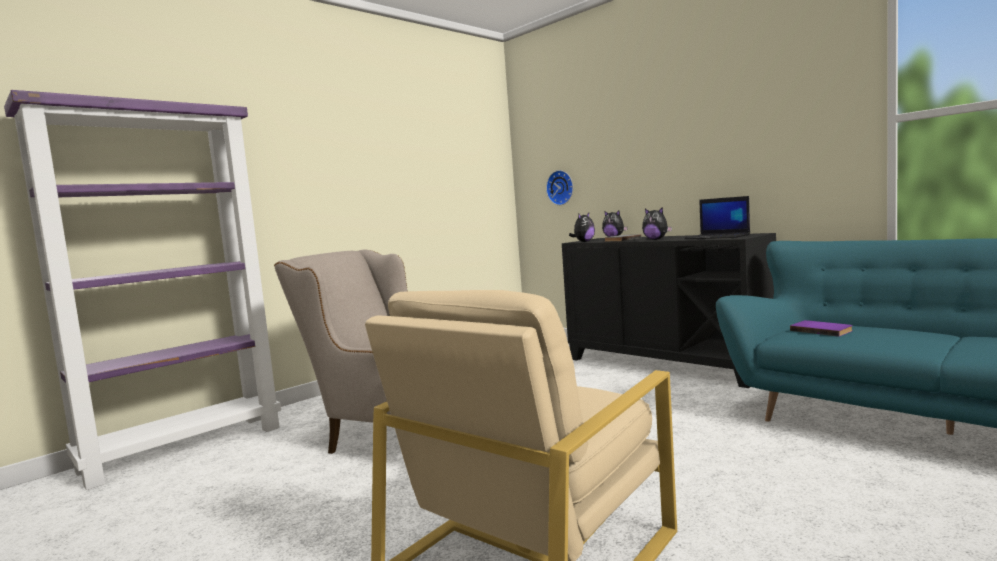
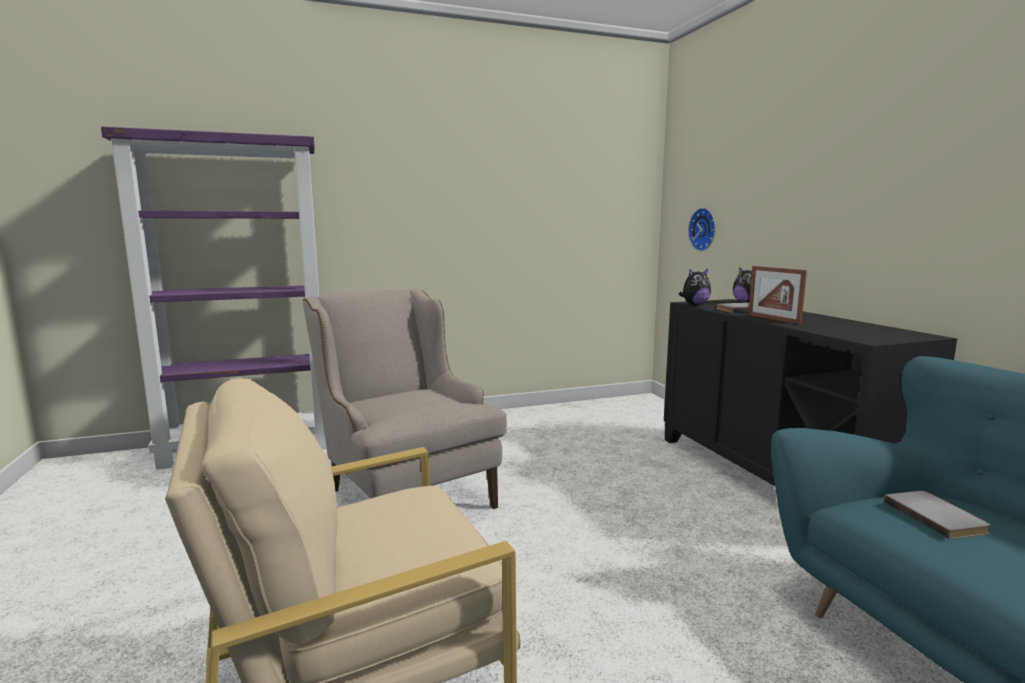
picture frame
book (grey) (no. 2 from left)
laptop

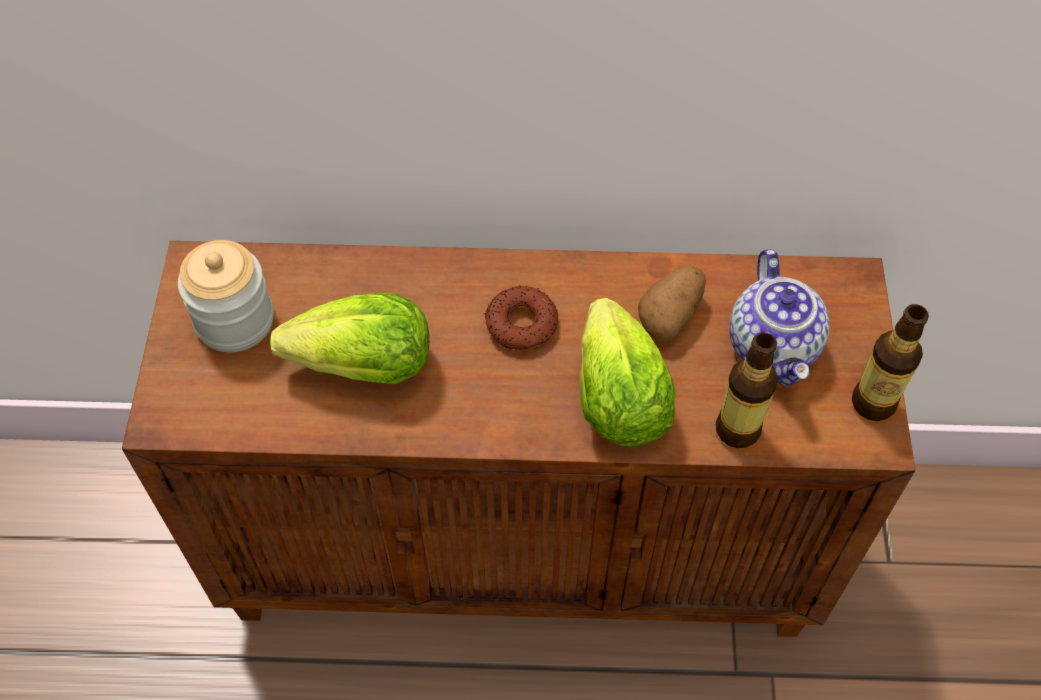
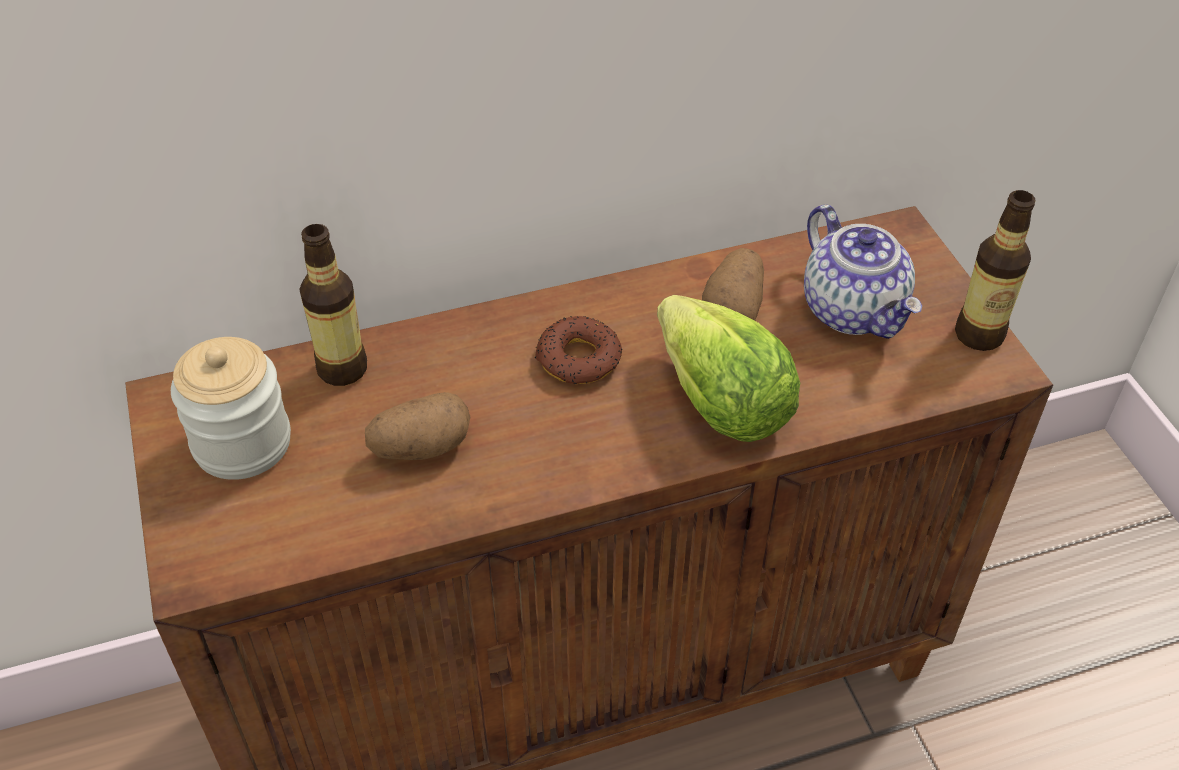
bottle (no. 1 from left)
potato (no. 1 from left)

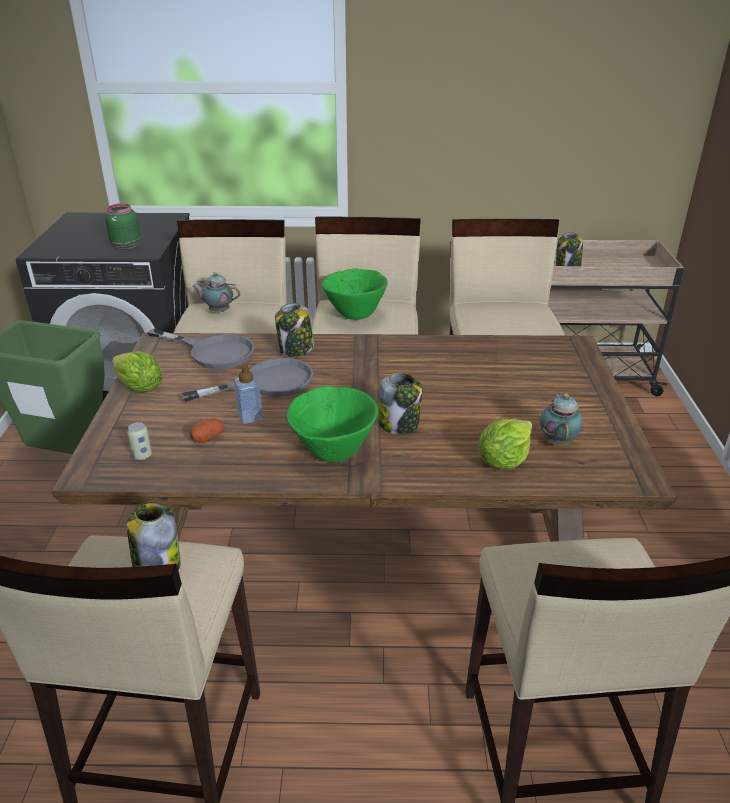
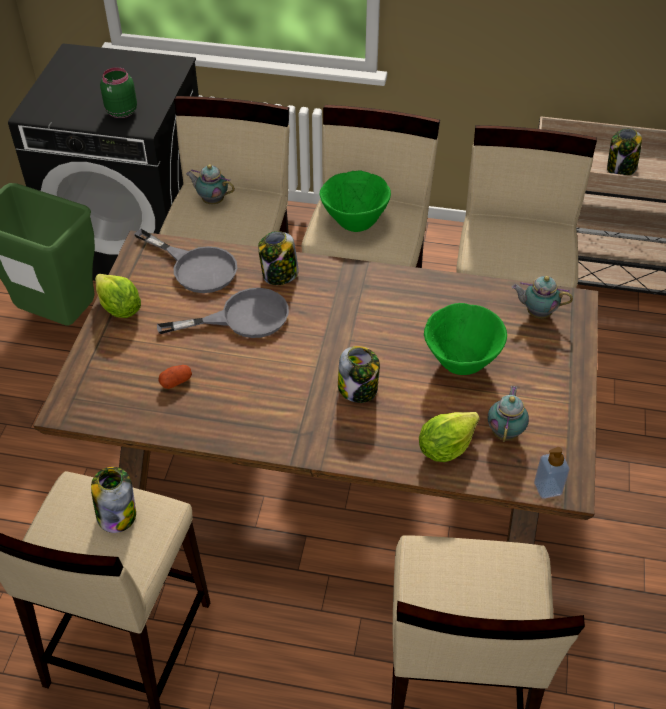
bowl (green) (no. 2 from left)
teapot (no. 3 from left)
soap dispenser
can

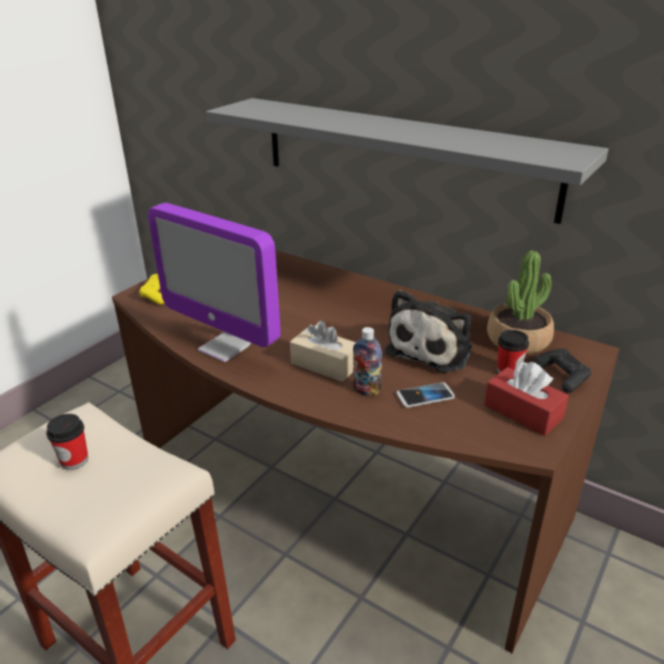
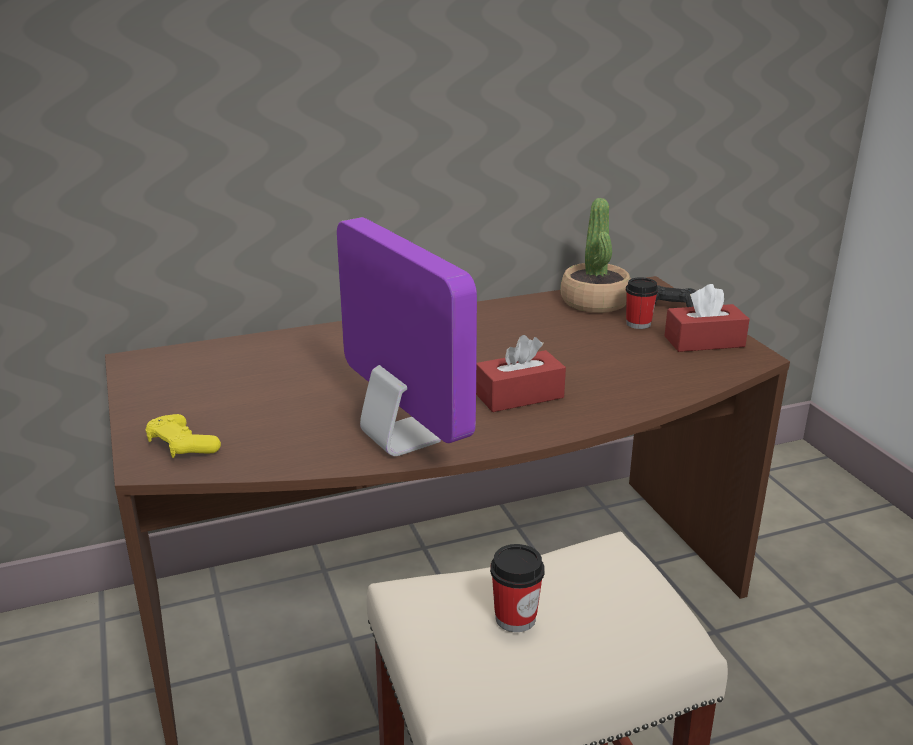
monitor
tissue box (red) (no. 1 from left)
shelf (grey)
bottle
plush toy
phone

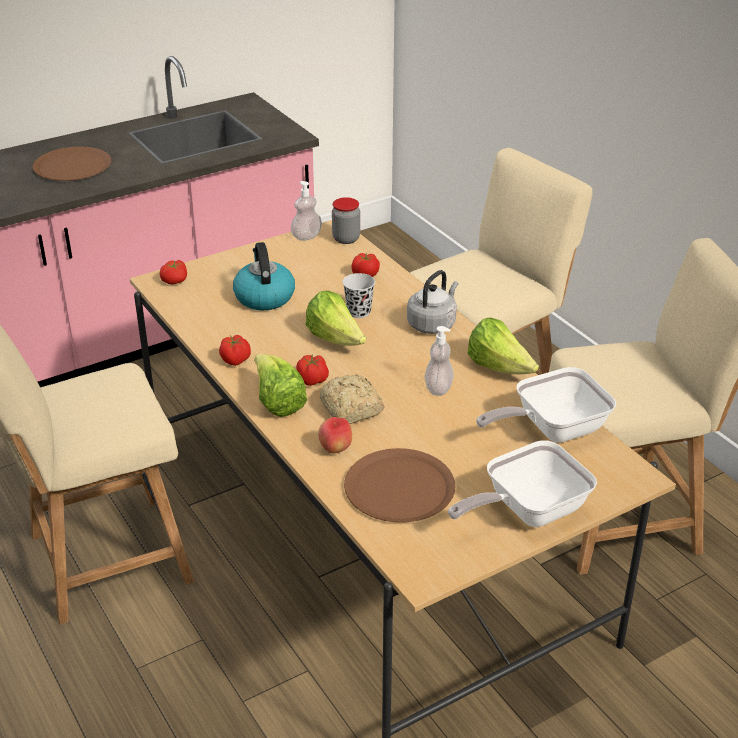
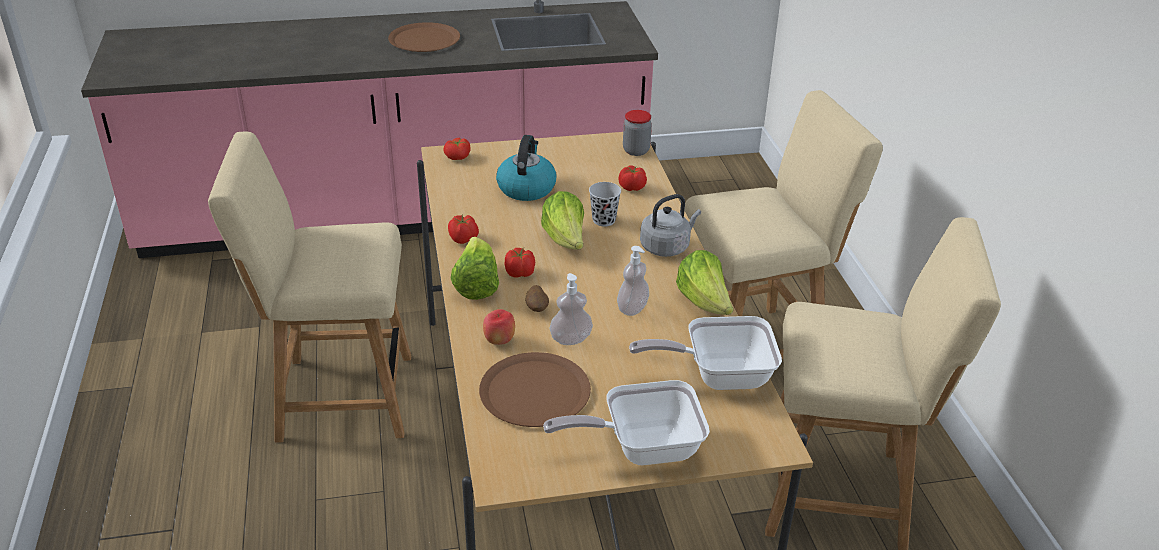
potato
soap dispenser (no. 1 from left)

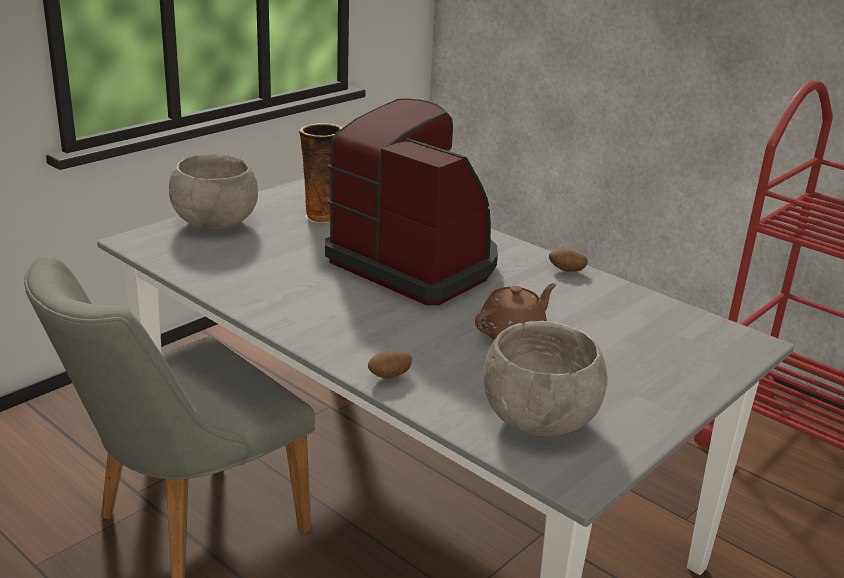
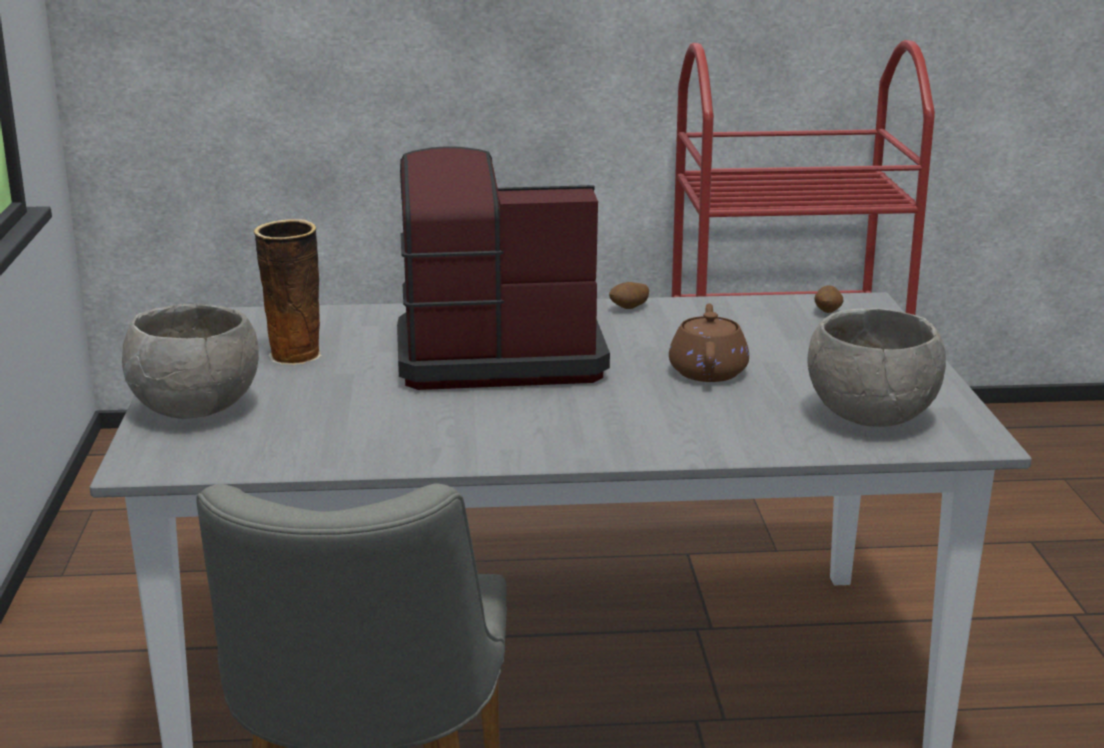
potato (no. 2 from left)

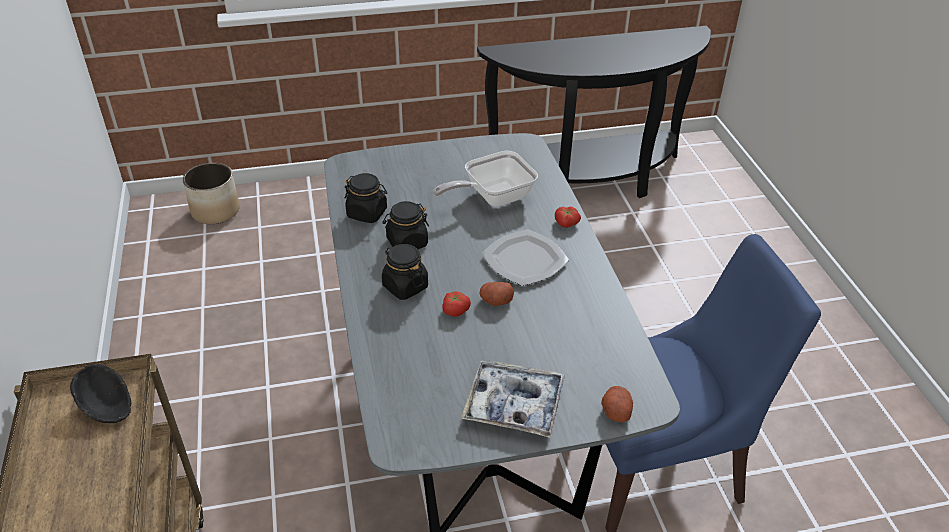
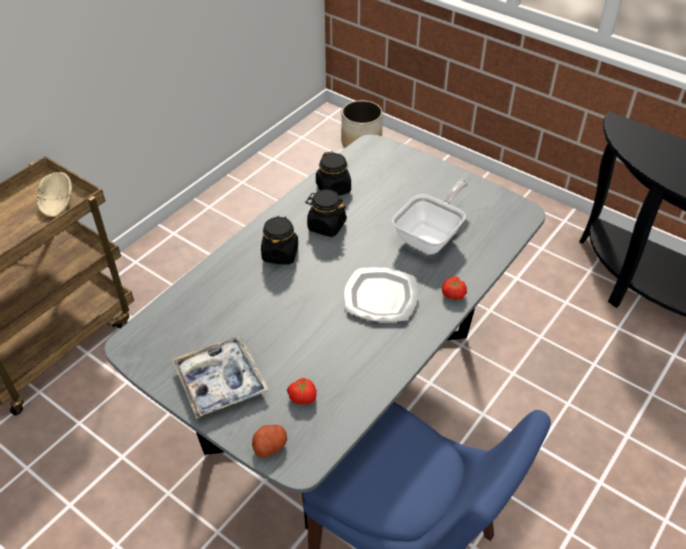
bowl (beige)
tomato (no. 1 from left)
frying pan
potato (no. 1 from left in the first image)

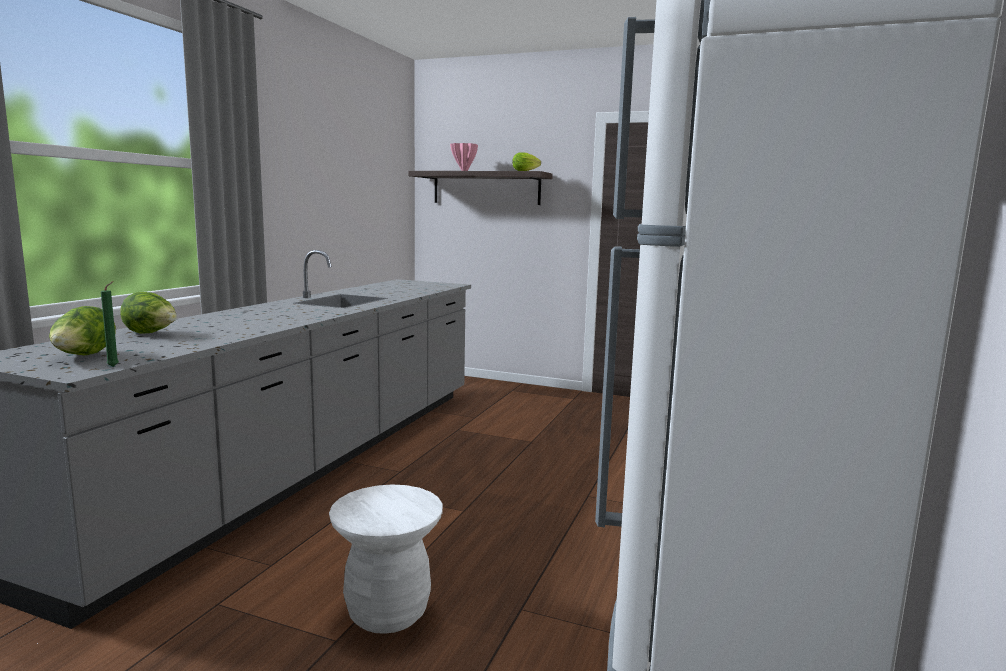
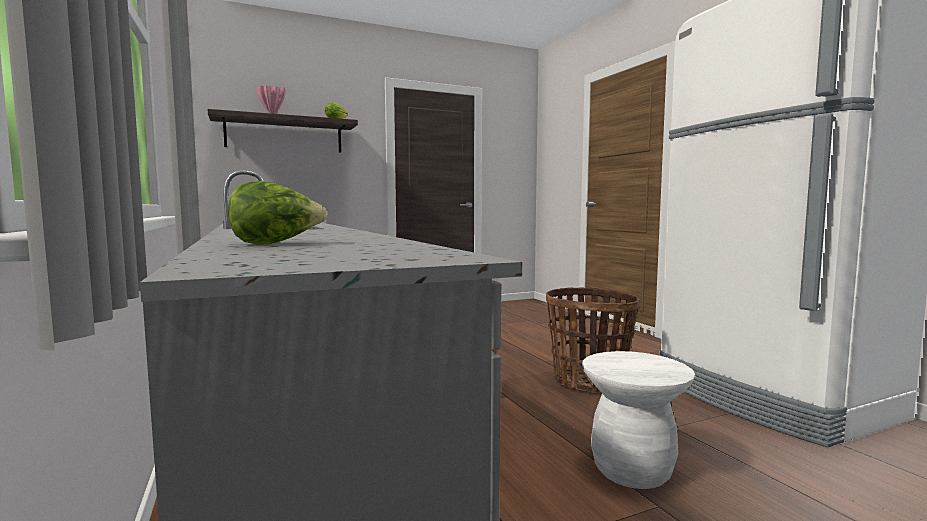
basket
lettuce (no. 1 from left in the first image)
candle (green)

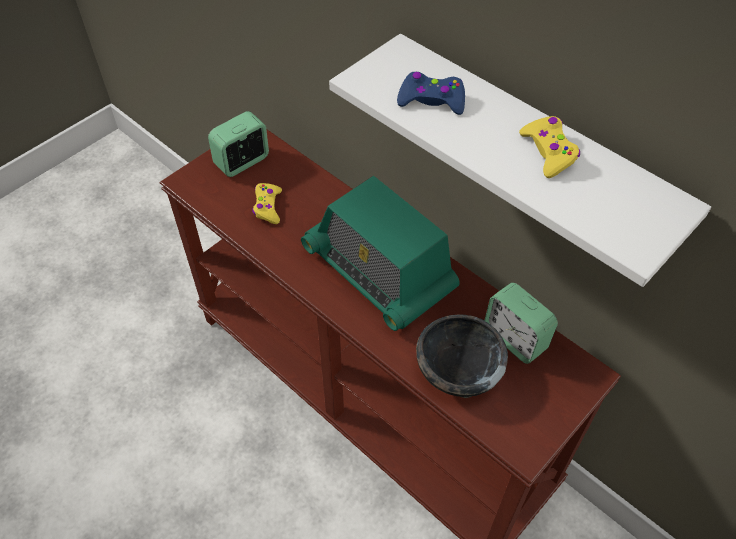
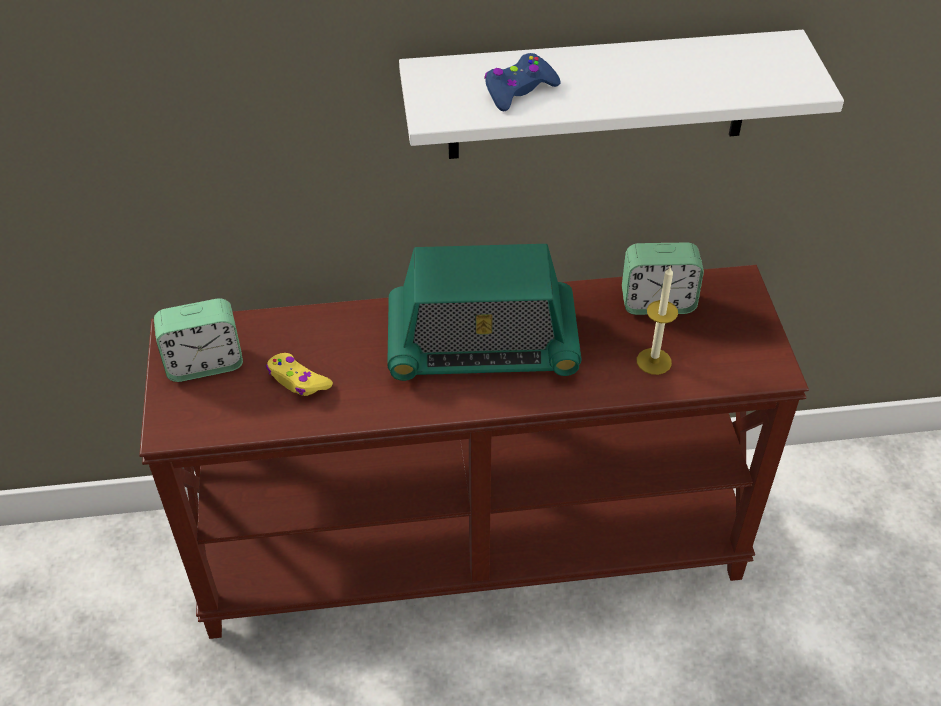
alarm clock (no. 1 from left)
candle
game controller (yellow) (no. 2 from left in the first image)

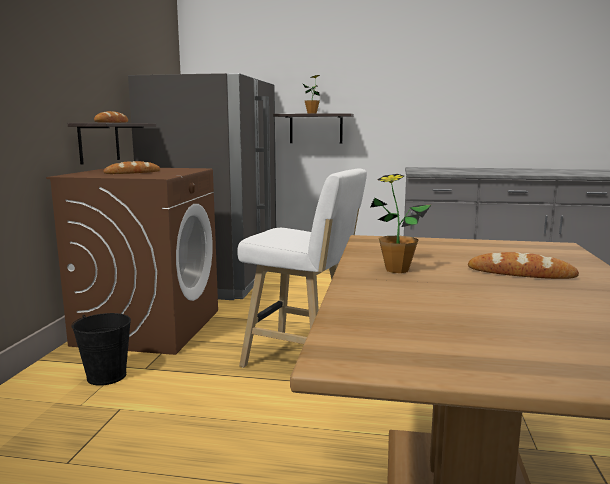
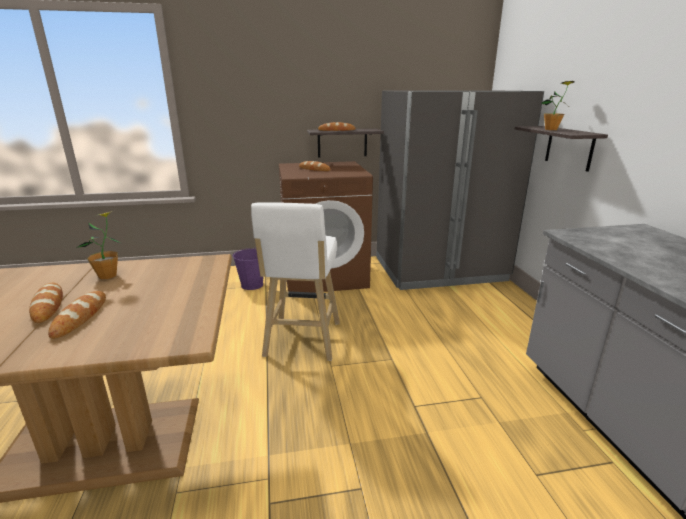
bread (no. 1 from left)
bucket (purple)

